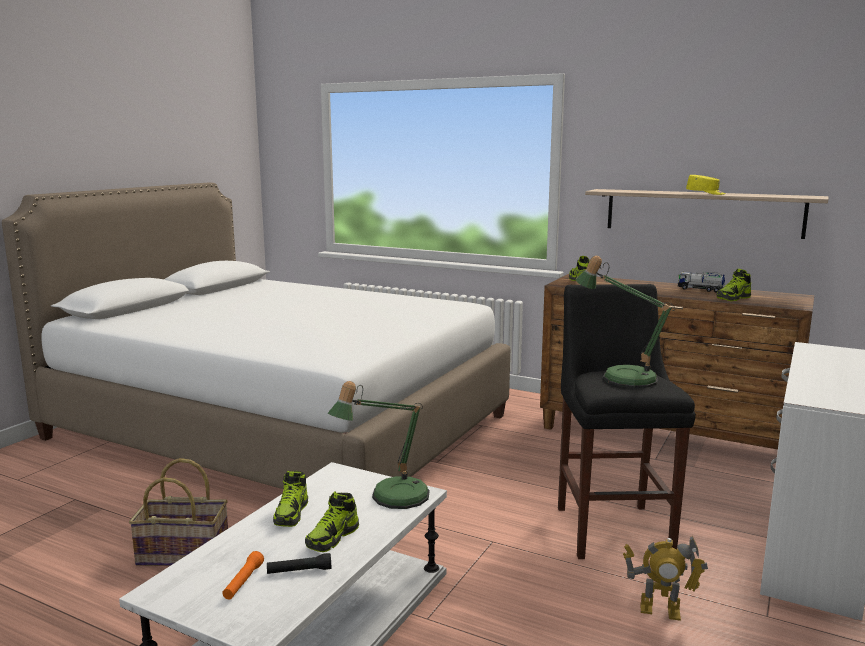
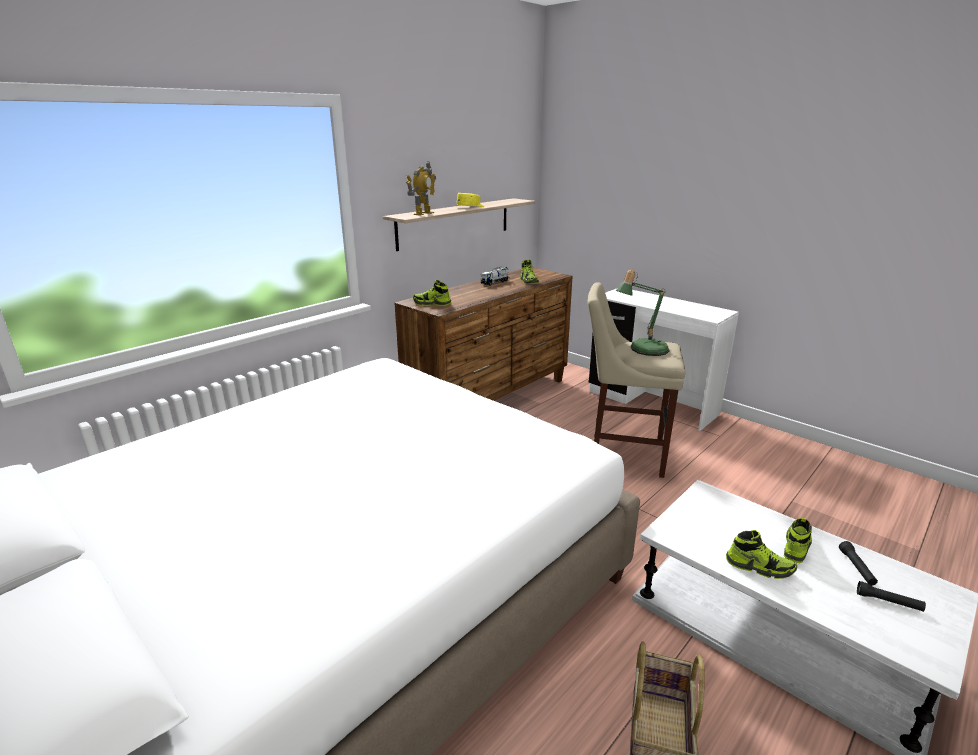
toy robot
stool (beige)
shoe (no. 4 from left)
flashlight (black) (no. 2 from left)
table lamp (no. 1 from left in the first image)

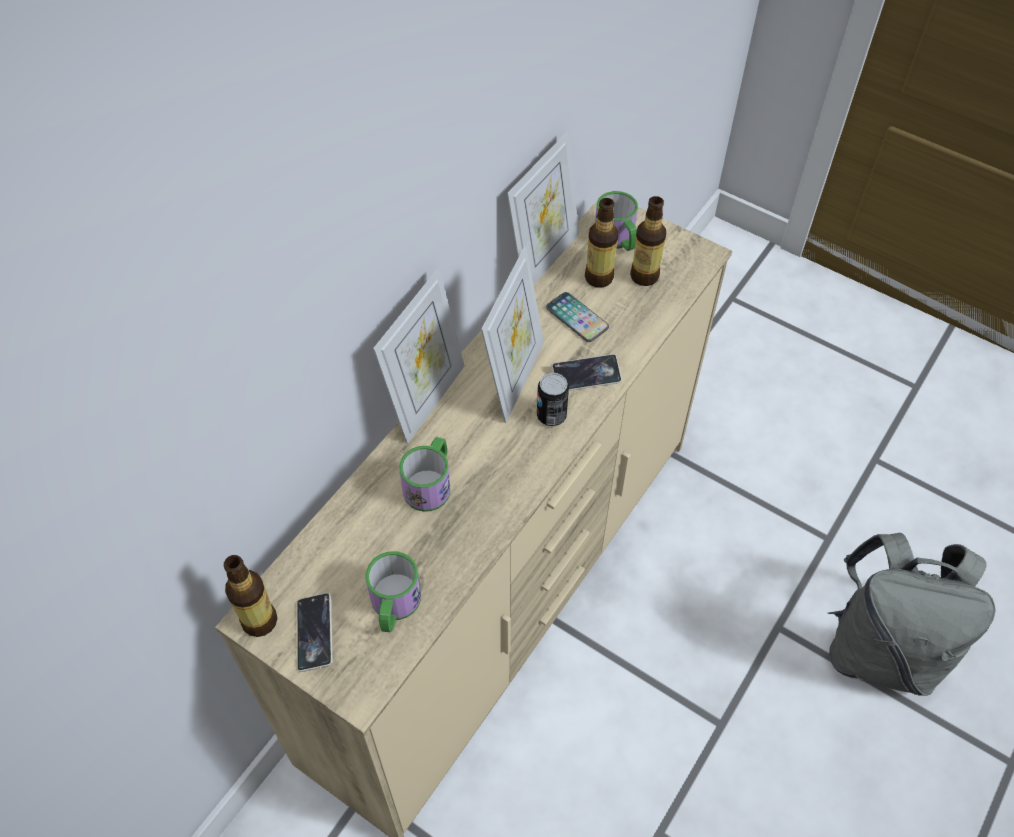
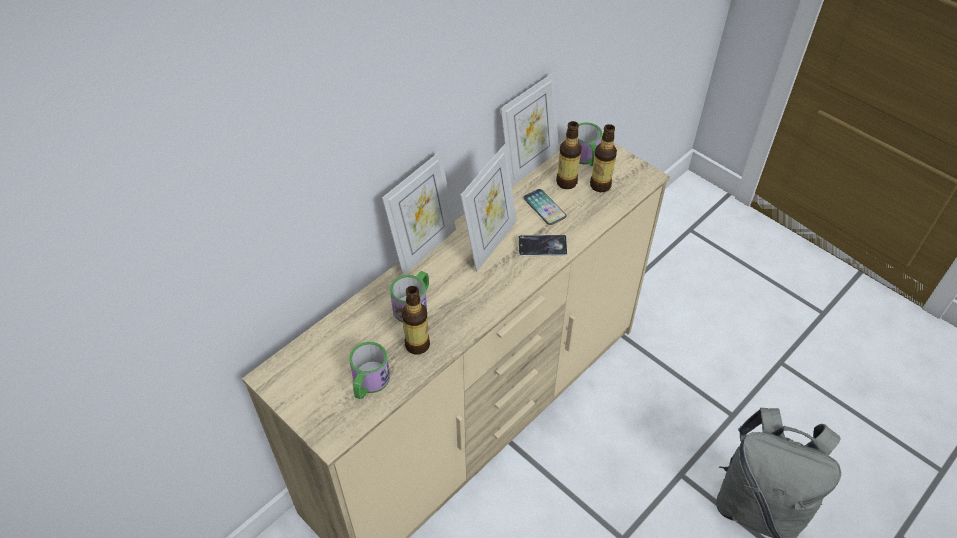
bottle (no. 1 from left)
phone (no. 1 from left in the first image)
can

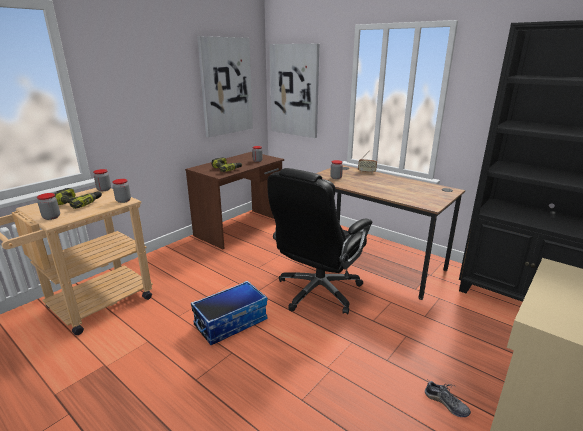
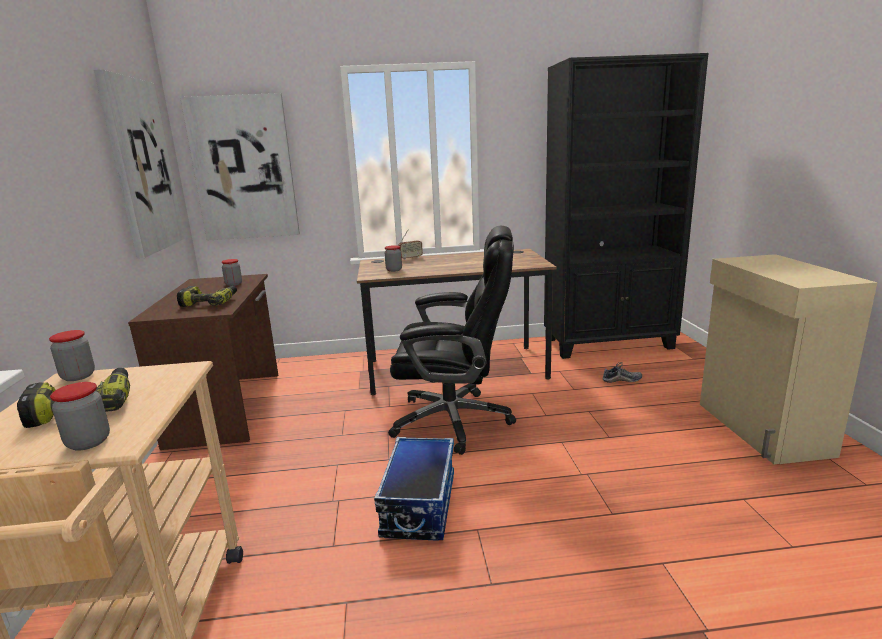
office chair (black)
shoe
jar (no. 3 from left in the first image)

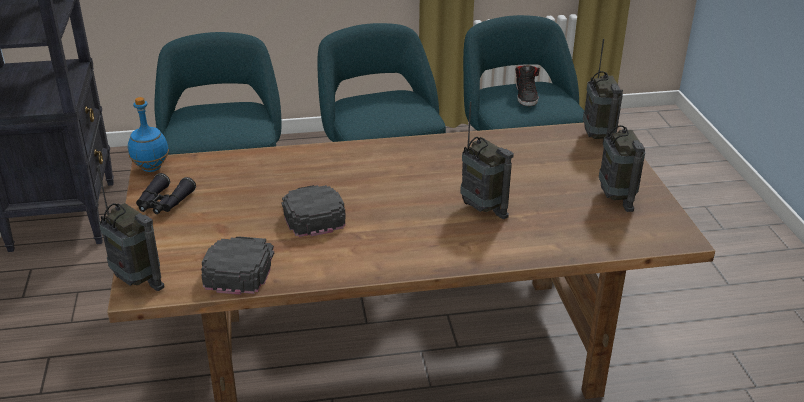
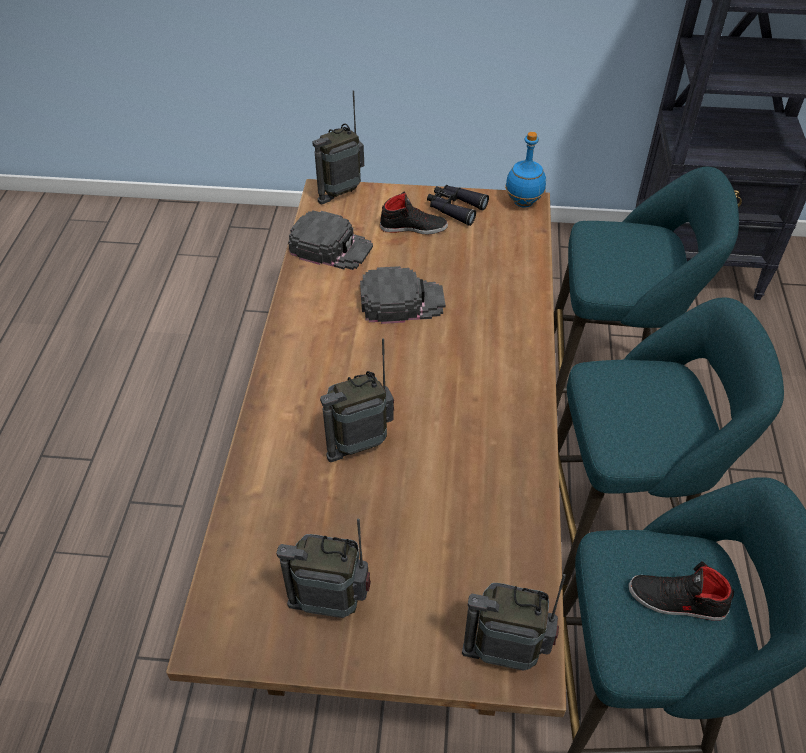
shoe (black) (no. 1 from left)

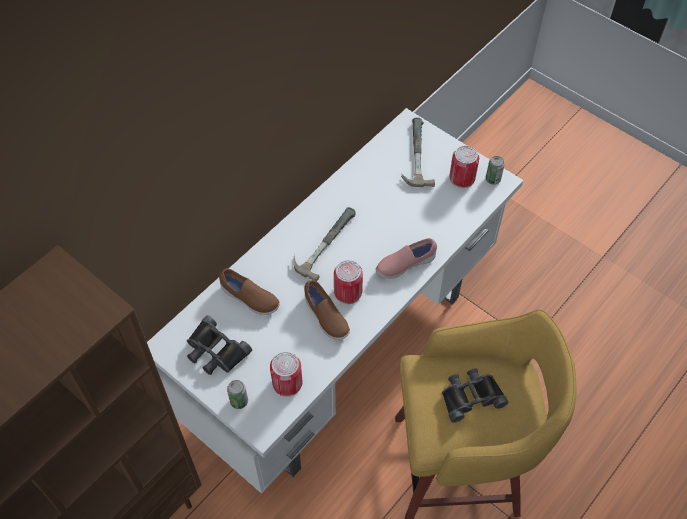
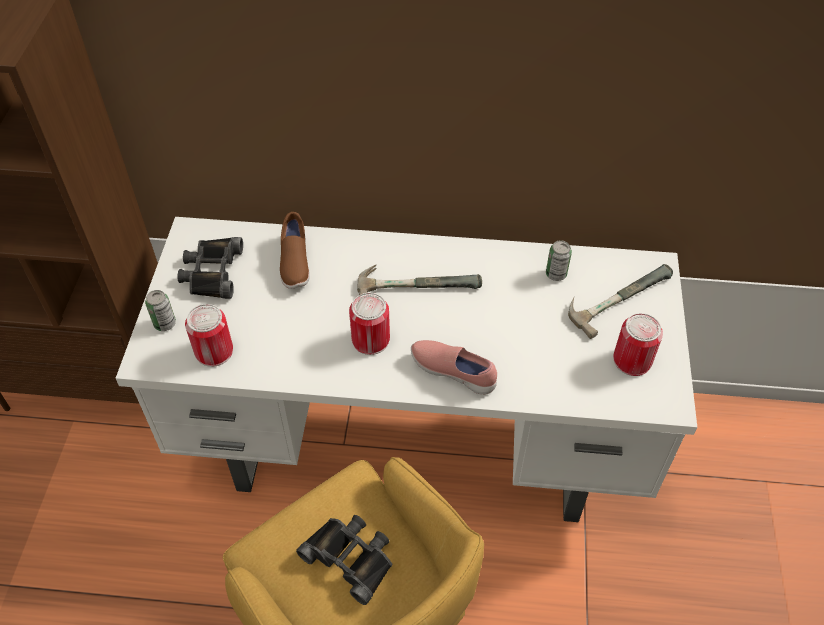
can (no. 4 from left)
shoe (brown) (no. 2 from left in the first image)

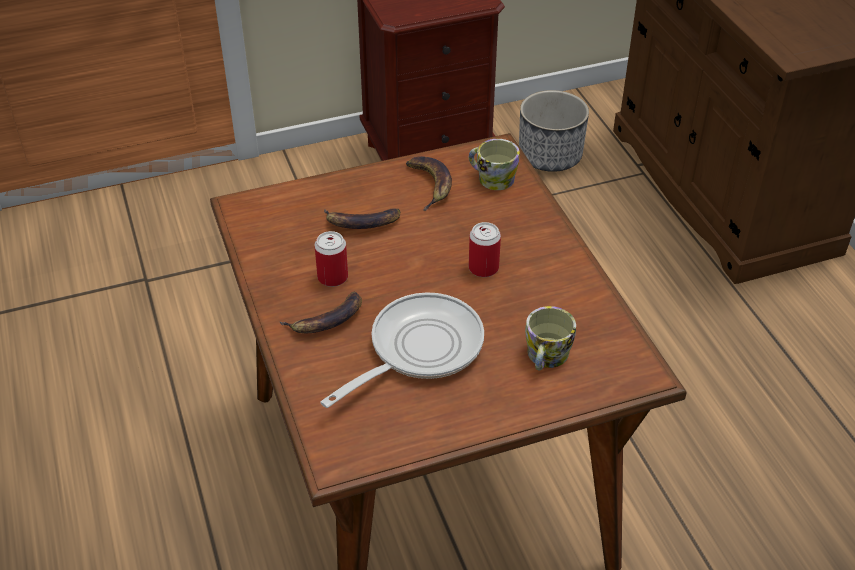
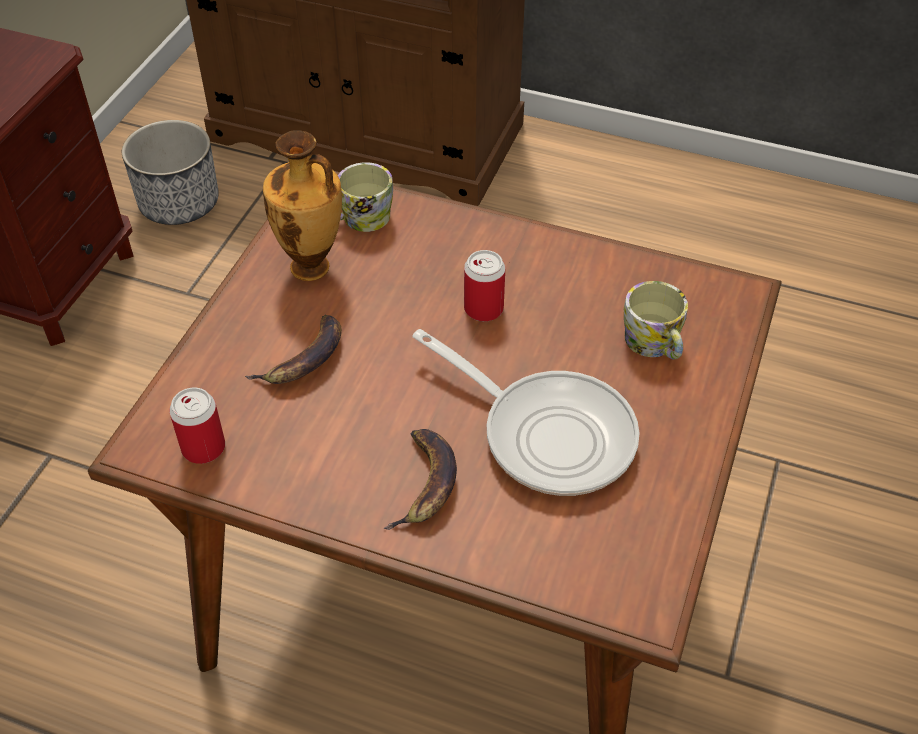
can (no. 1 from left)
vase
frying pan

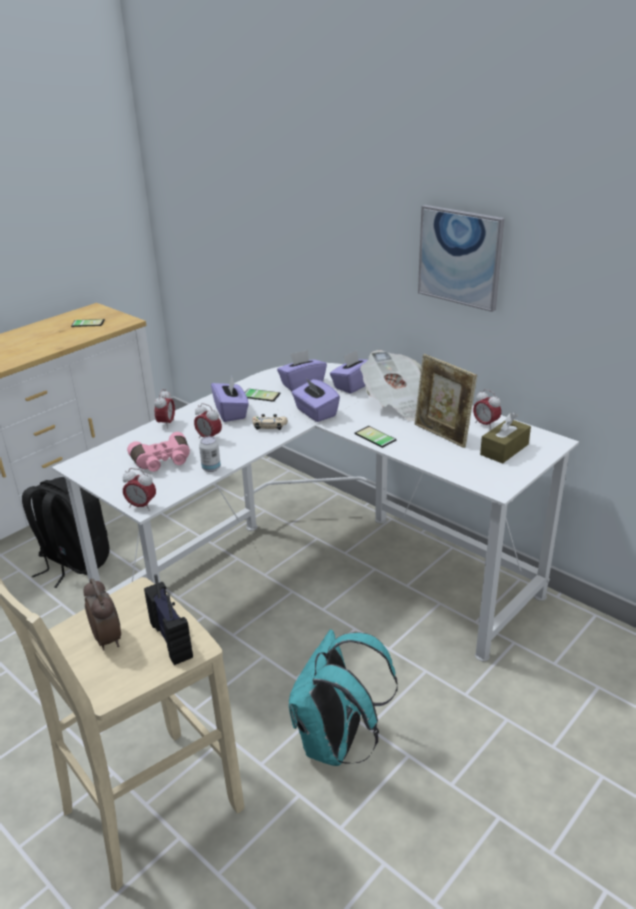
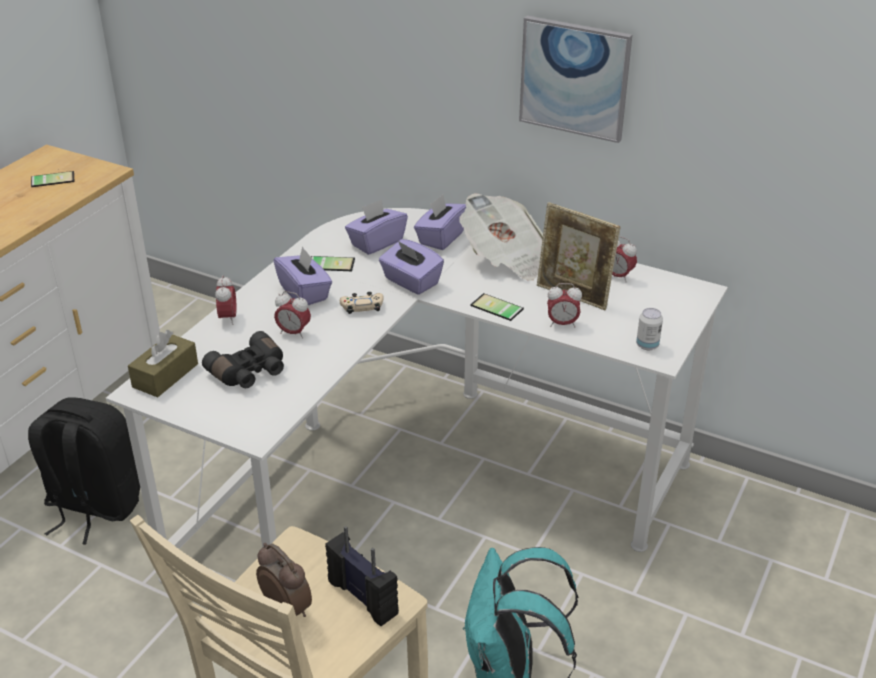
tissue box (brown)
binoculars (black)
alarm clock (no. 4 from left)
can

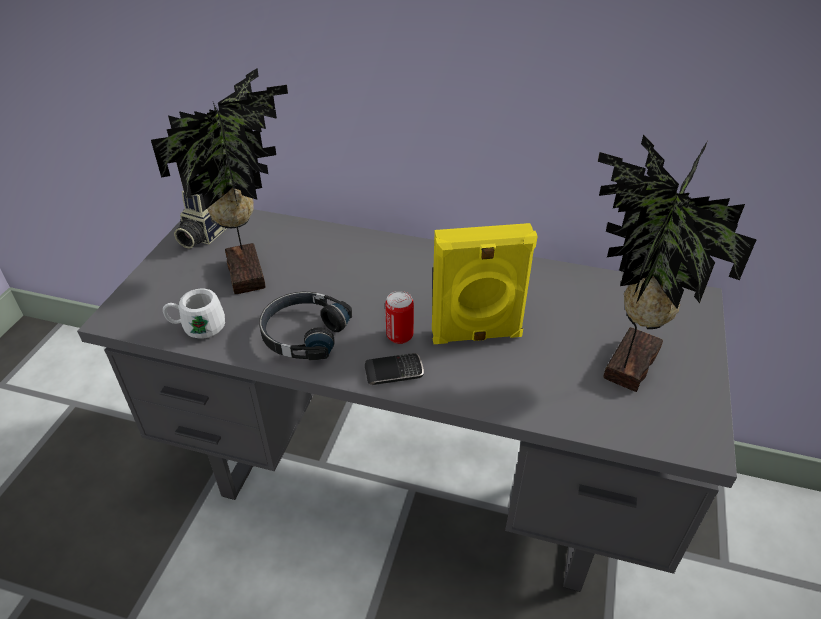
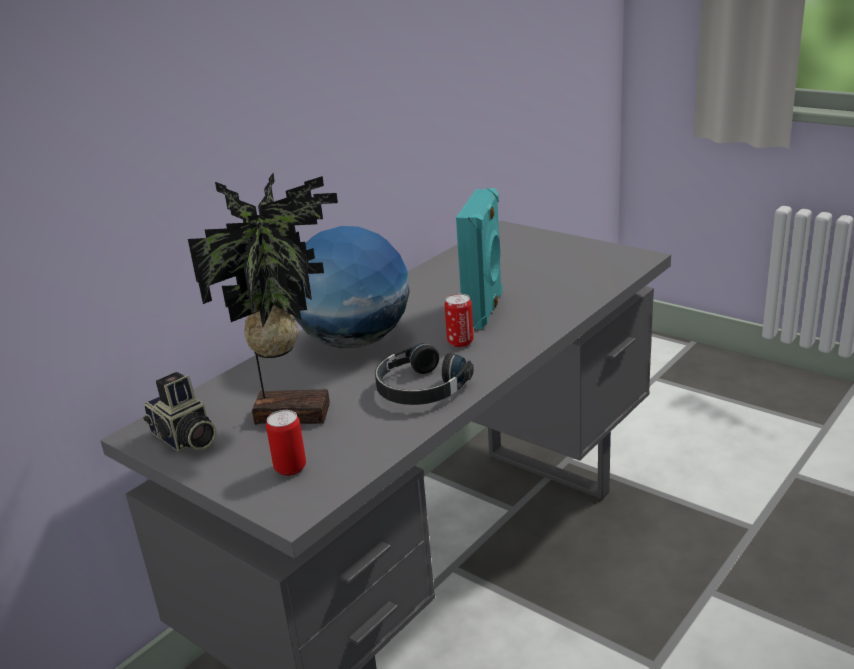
can (no. 1 from left)
globe
speaker (turquoise)
mug (white)
phone
potted plant (no. 2 from left in the first image)

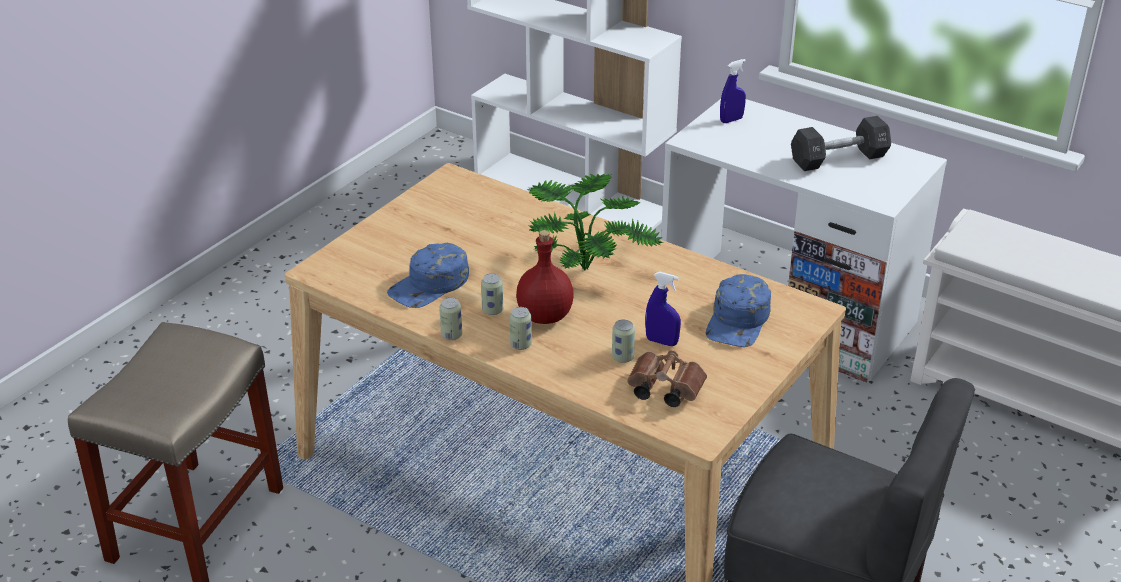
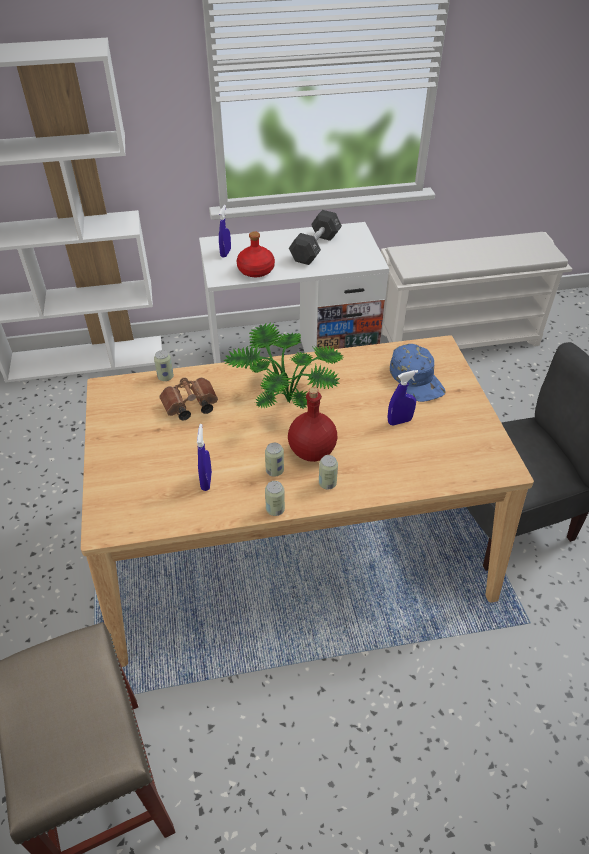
can (no. 1 from left)
binoculars (brown)
spray bottle (blue) (no. 1 from left)
bottle (red) (no. 1 from left)

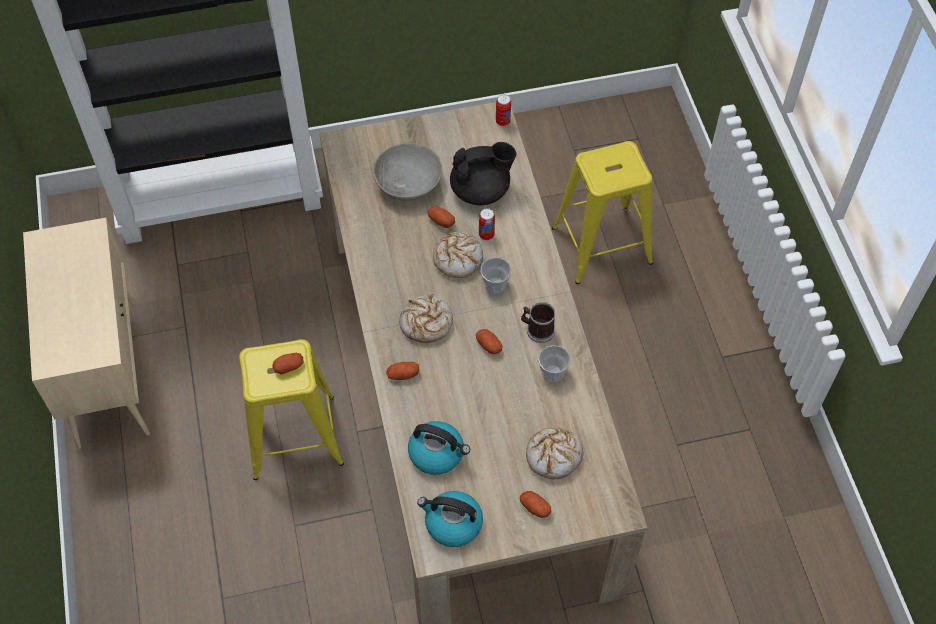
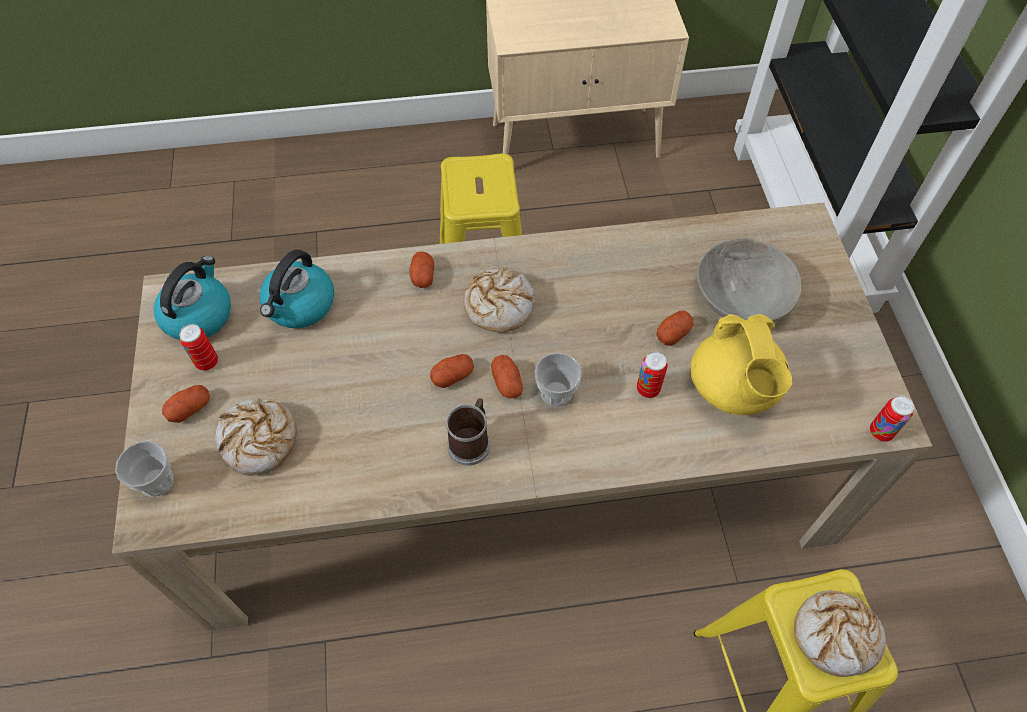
cup (no. 1 from left)
can (no. 1 from left)
potato (no. 4 from left)
teapot (yellow)
bread (no. 3 from left)

